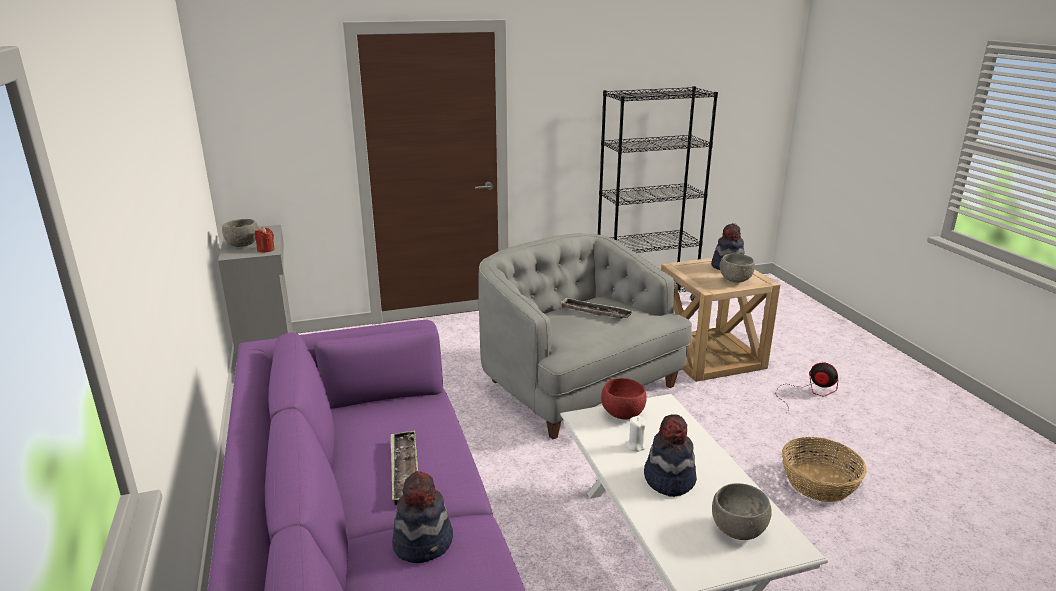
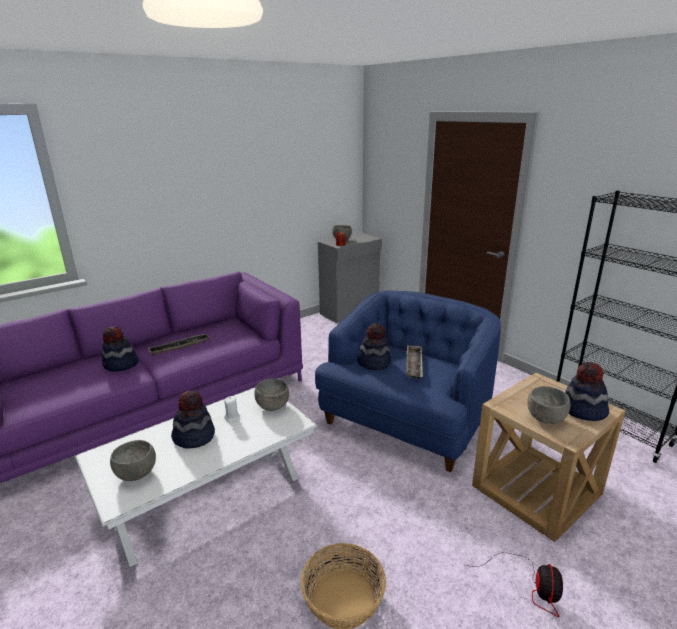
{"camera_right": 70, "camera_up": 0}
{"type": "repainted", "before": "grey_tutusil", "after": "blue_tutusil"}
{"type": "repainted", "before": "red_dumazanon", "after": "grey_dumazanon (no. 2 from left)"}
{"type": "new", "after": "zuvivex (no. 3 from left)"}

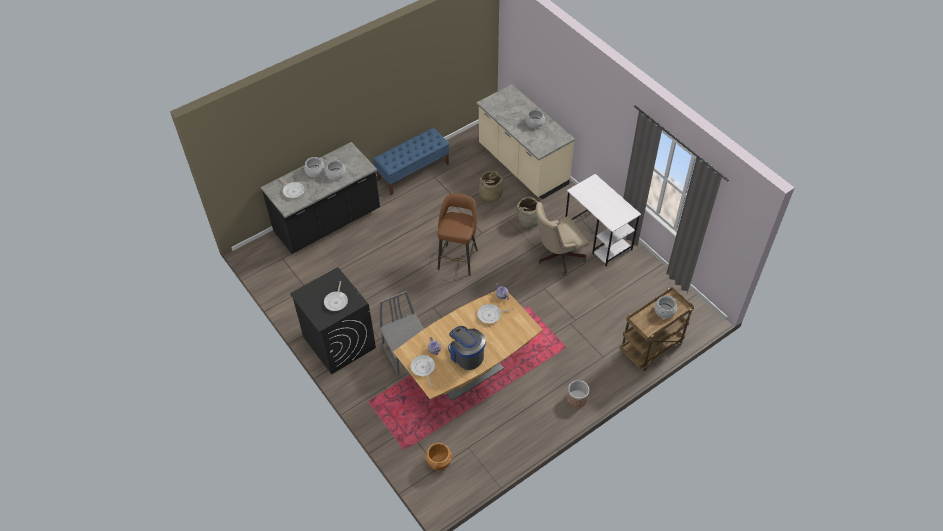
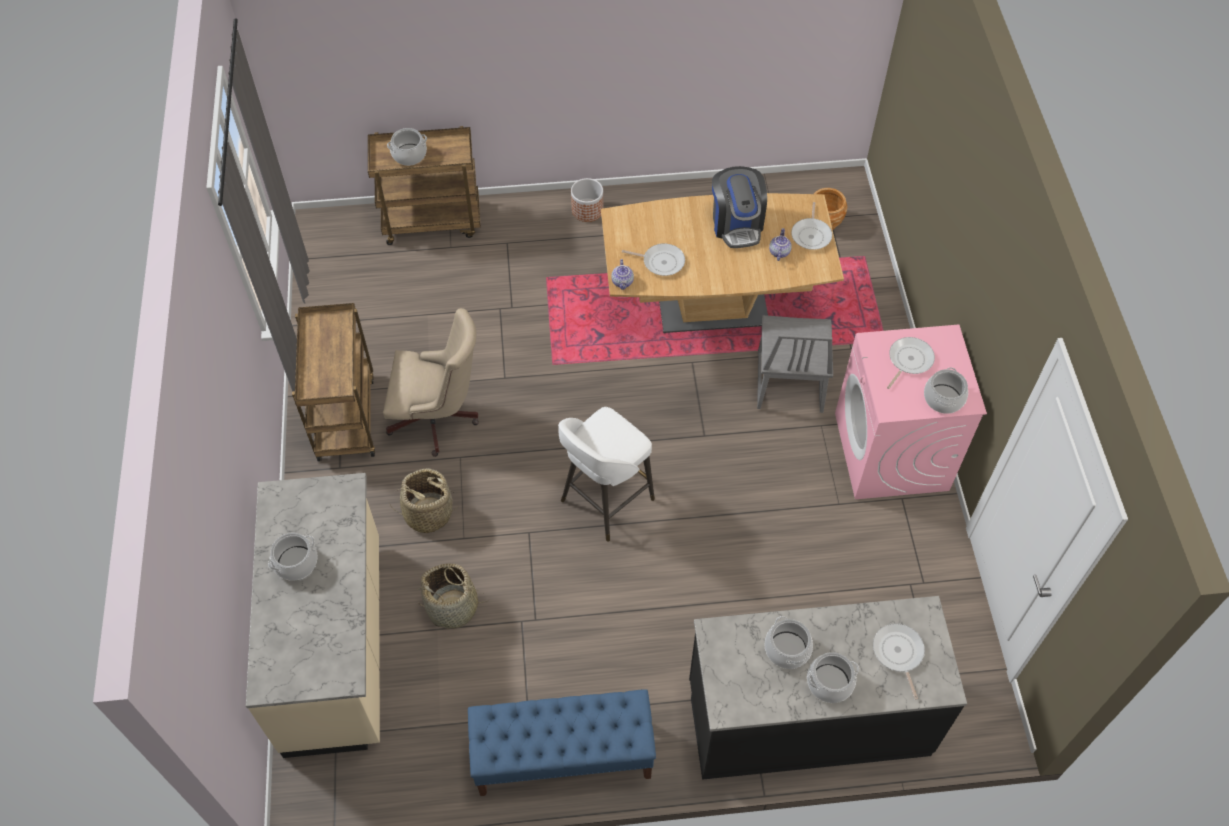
{"camera_right": -150, "camera_up": 5}
{"type": "swapped", "before": "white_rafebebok", "after": "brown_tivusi (no. 1 from left)"}
{"type": "repainted", "before": "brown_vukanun", "after": "white_vukanun"}
{"type": "repainted", "before": "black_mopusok", "after": "pink_mopusok"}
{"type": "new", "after": "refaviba (no. 5 from left)"}

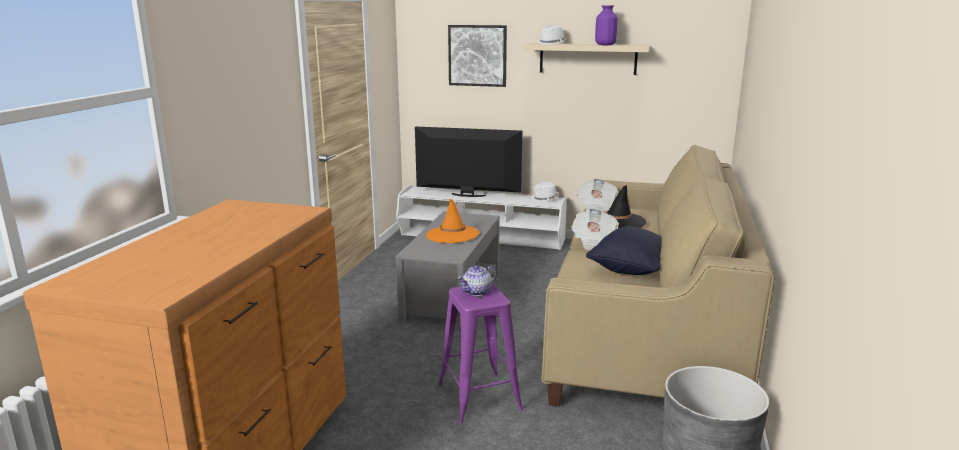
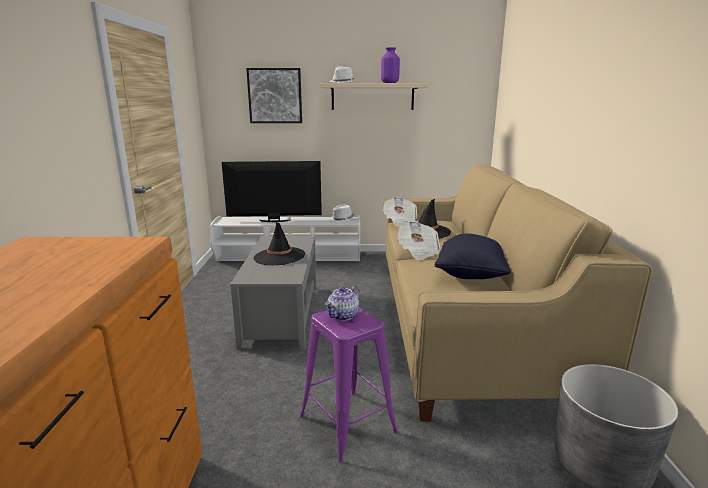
{"camera_right": -15, "camera_up": 0}
{"type": "repainted", "before": "orange_zuvivex", "after": "black_zuvivex (no. 1 from left)"}

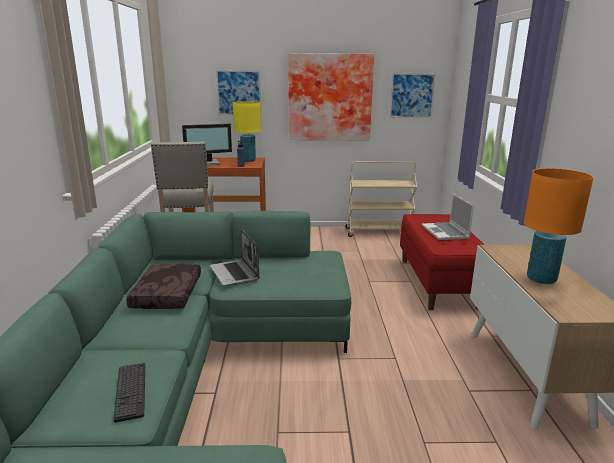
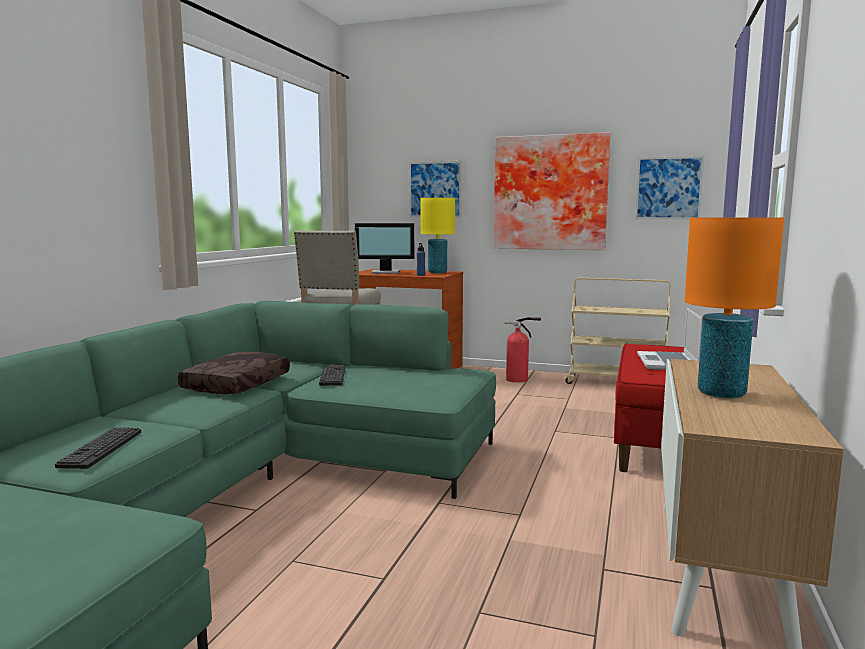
{"camera_right": 20, "camera_up": -10}
{"type": "swapped", "before": "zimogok (no. 1 from left)", "after": "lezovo (no. 2 from left)"}
{"type": "new", "after": "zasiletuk"}

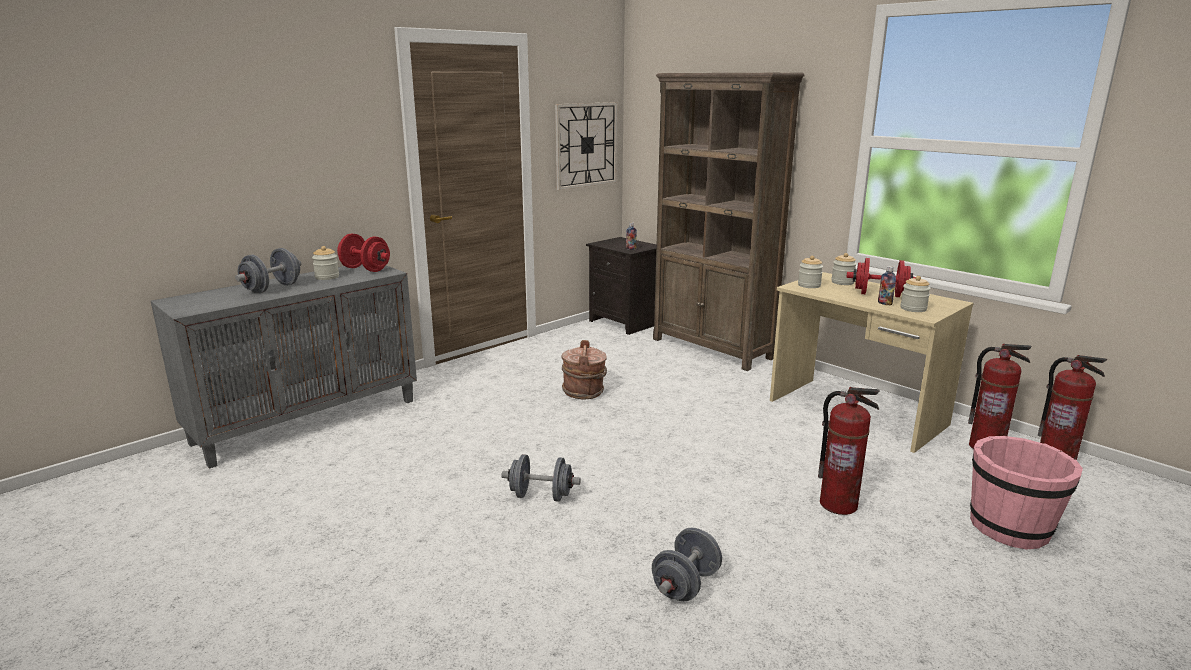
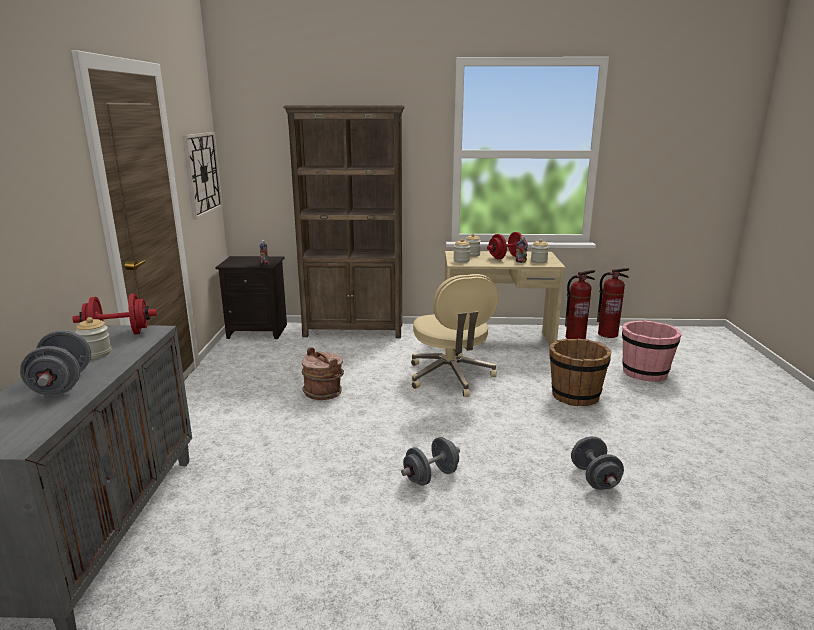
{"camera_right": -45, "camera_up": 0}
{"type": "swapped", "before": "zasiletuk (no. 1 from left)", "after": "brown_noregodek (no. 2 from left)"}
{"type": "new", "after": "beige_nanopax"}

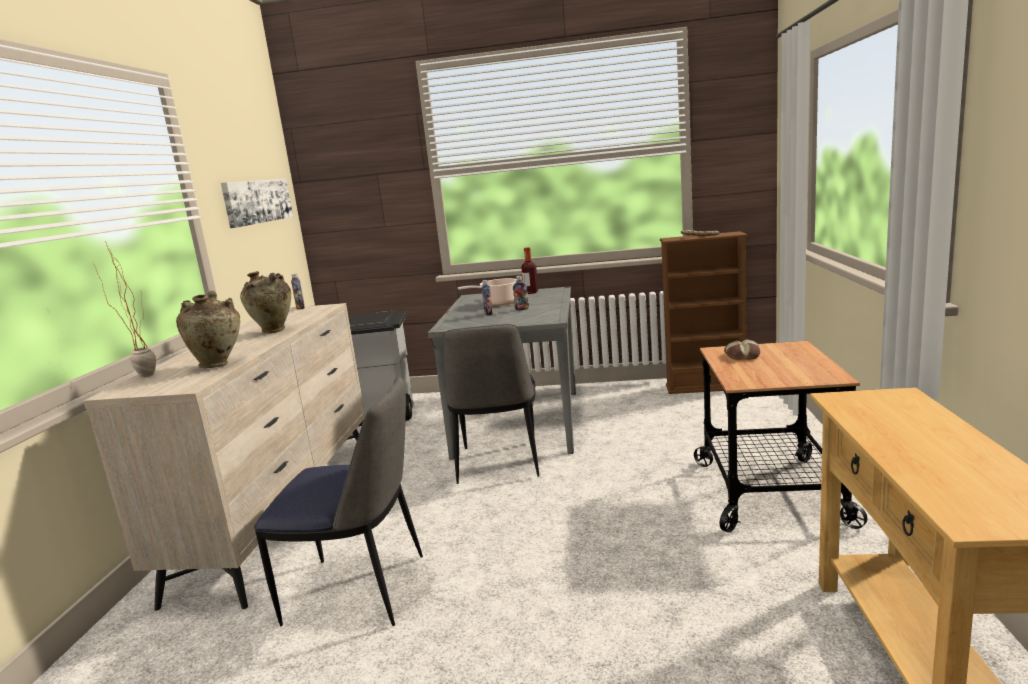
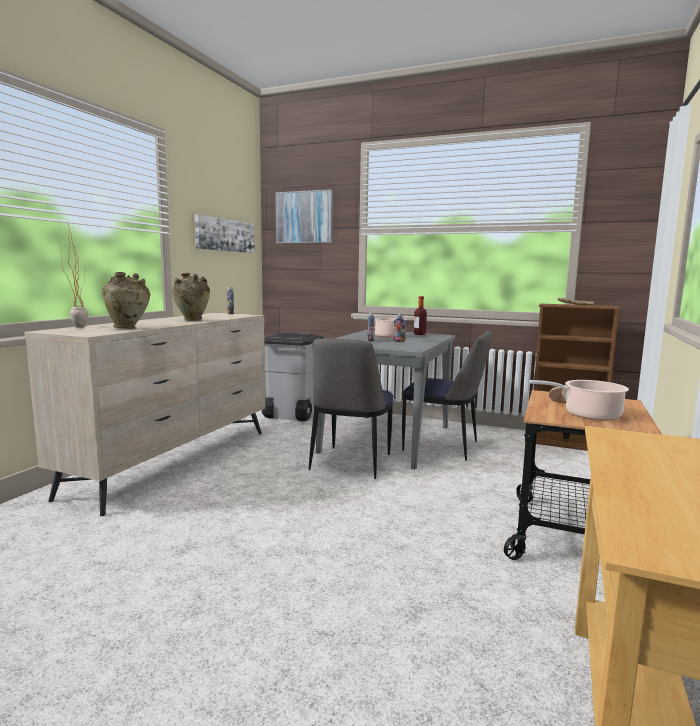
{"camera_right": 15, "camera_up": -5}
{"type": "shifted", "before": "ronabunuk (no. 1 from left in the first image)", "after": "ronabunuk (no. 2 from left)"}
{"type": "new", "after": "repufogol (no. 2 from left)"}
{"type": "new", "after": "refaviba (no. 2 from left)"}

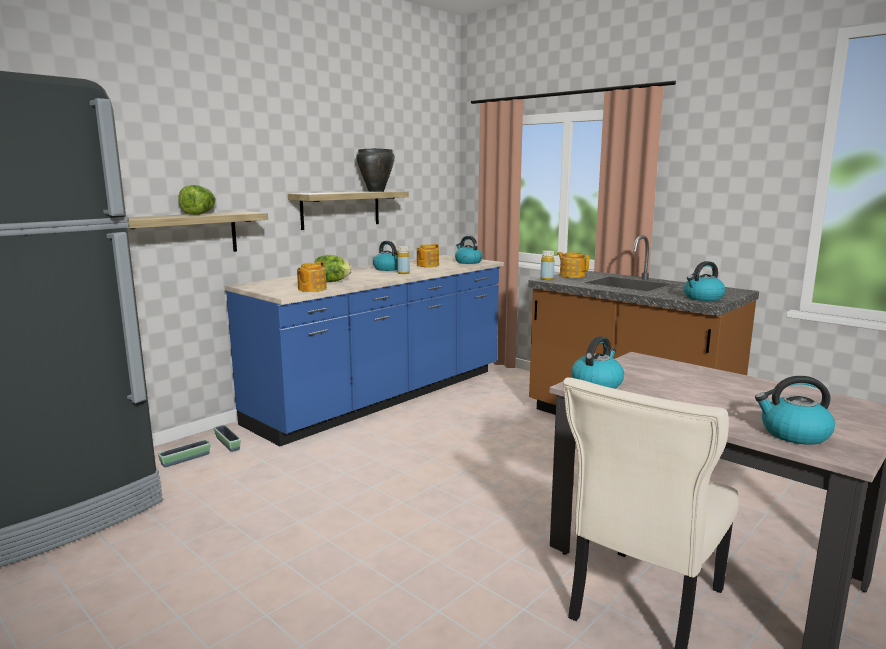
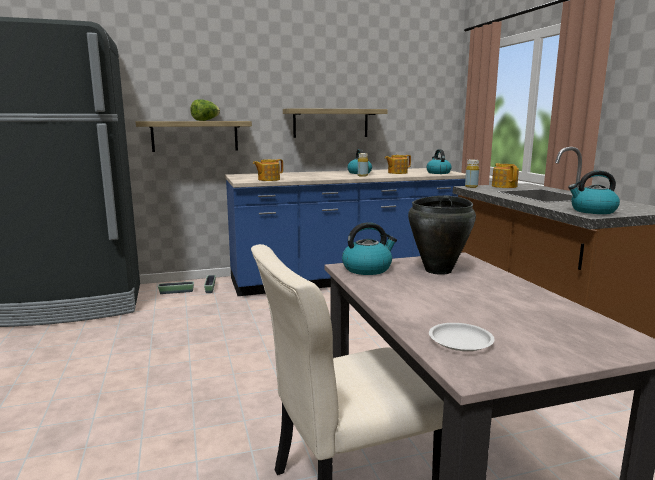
{"camera_right": 30, "camera_up": 0}
{"type": "shifted", "before": "black_refaviba"}
{"type": "gone", "before": "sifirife (no. 2 from left)"}
{"type": "swapped", "before": "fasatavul (no. 5 from left)", "after": "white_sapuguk"}

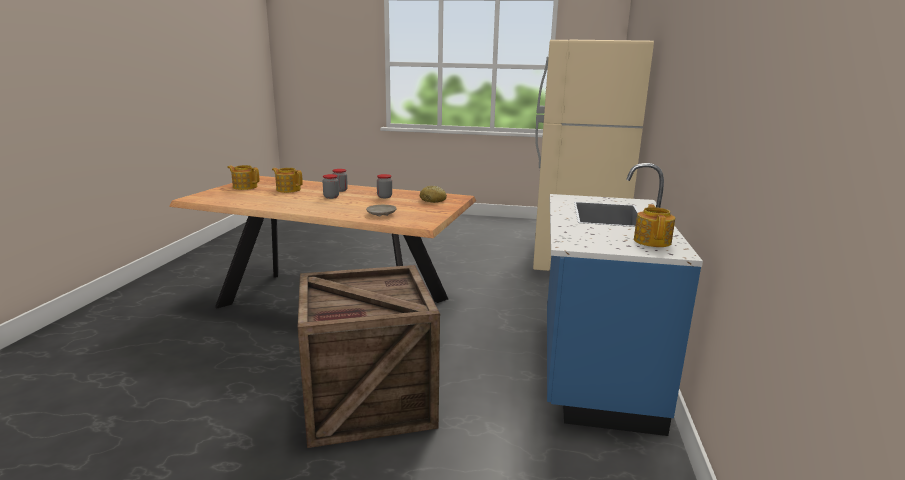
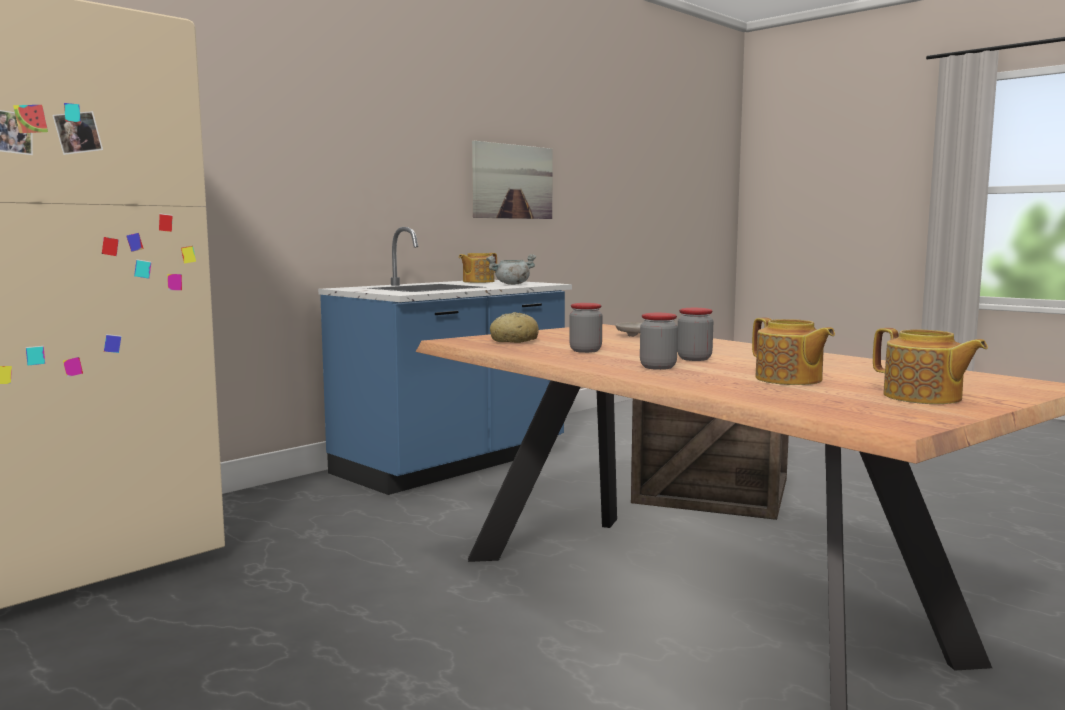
{"camera_right": -145, "camera_up": -10}
{"type": "new", "after": "repufogol"}
{"type": "new", "after": "grey_refaviba"}

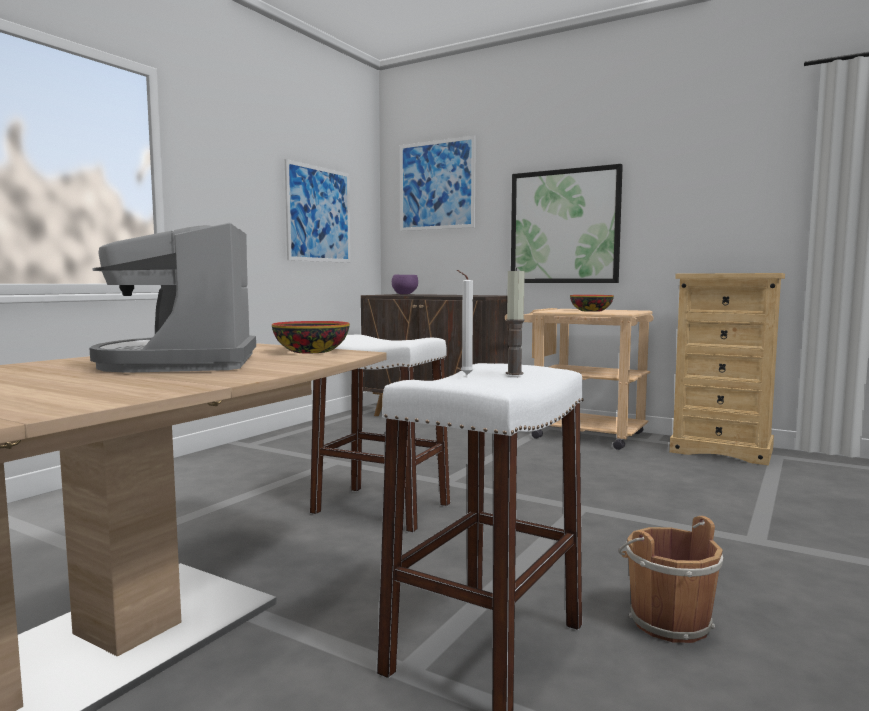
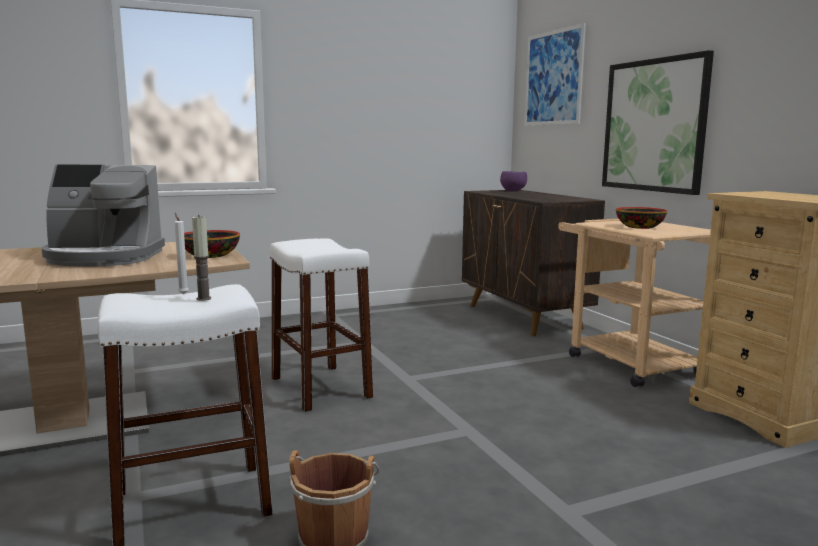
{"camera_right": 35, "camera_up": 5}
{"type": "gone", "before": "repufogol (no. 1 from left)"}
{"type": "rotated", "before": "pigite", "turn": -120}

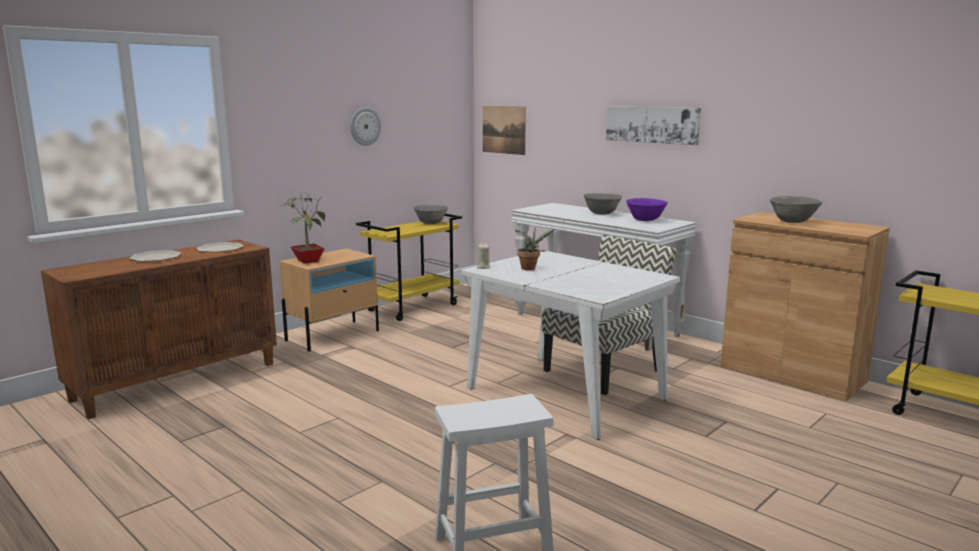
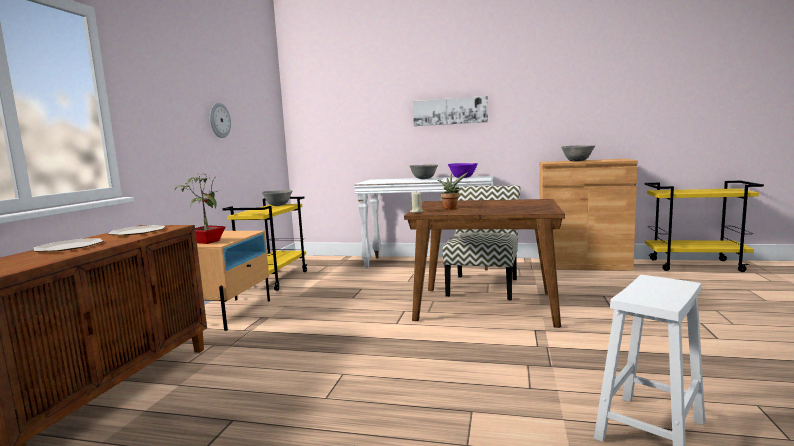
{"camera_right": -30, "camera_up": -5}
{"type": "gone", "before": "repufogol (no. 1 from left)"}
{"type": "repainted", "before": "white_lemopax", "after": "brown_lemopax"}

